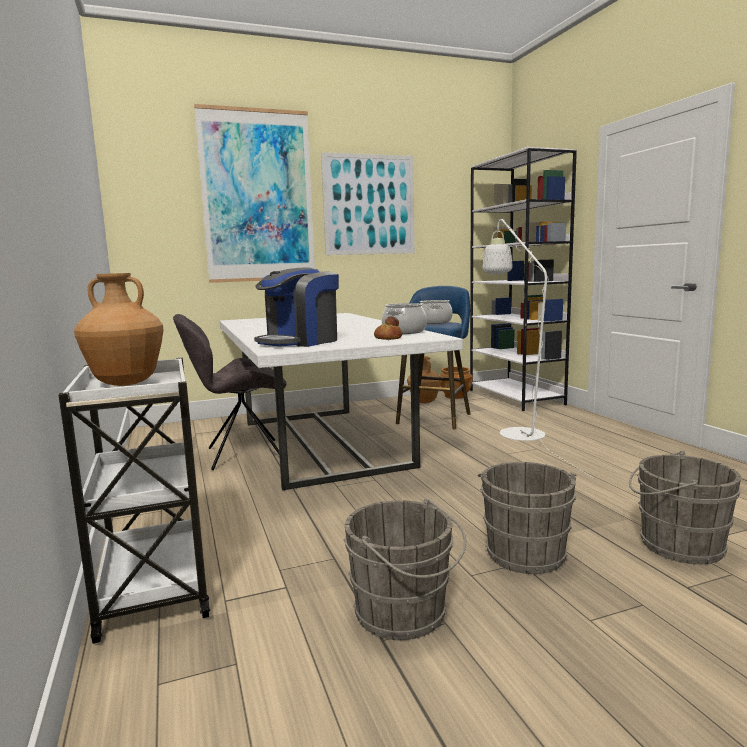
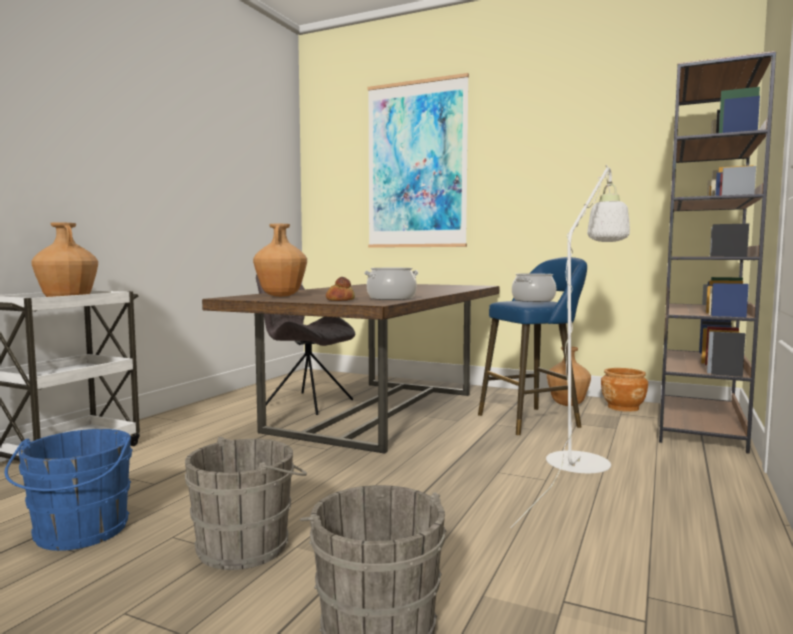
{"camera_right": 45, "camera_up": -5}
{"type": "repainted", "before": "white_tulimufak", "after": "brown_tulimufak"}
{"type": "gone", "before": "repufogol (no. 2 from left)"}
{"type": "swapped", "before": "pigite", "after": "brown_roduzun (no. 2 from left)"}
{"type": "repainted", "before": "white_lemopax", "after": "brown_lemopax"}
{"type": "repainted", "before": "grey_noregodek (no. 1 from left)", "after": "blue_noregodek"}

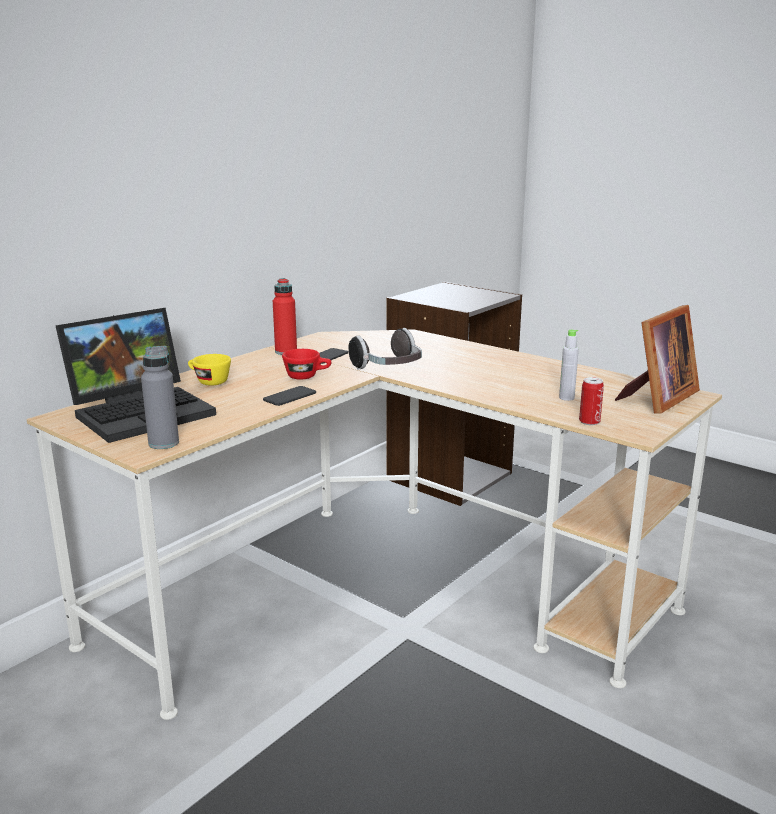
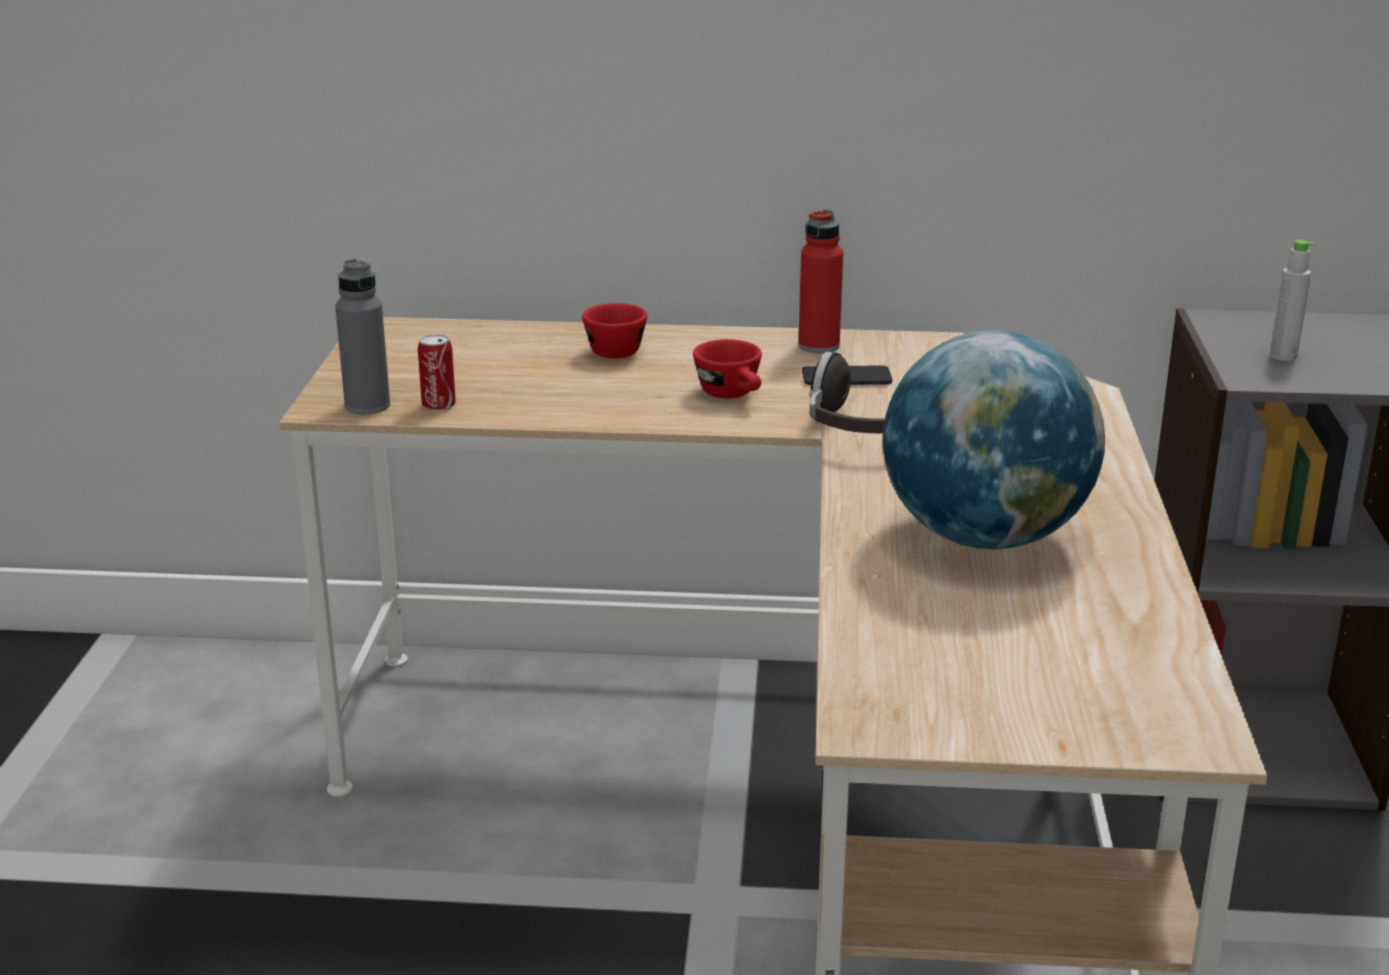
{"camera_right": 55, "camera_up": 5}
{"type": "gone", "before": "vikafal"}
{"type": "gone", "before": "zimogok"}
{"type": "shifted", "before": "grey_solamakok (no. 2 from left)"}
{"type": "repainted", "before": "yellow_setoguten", "after": "red_setoguten (no. 1 from left)"}
{"type": "shifted", "before": "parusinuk"}
{"type": "gone", "before": "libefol (no. 1 from left)"}
{"type": "new", "after": "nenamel"}

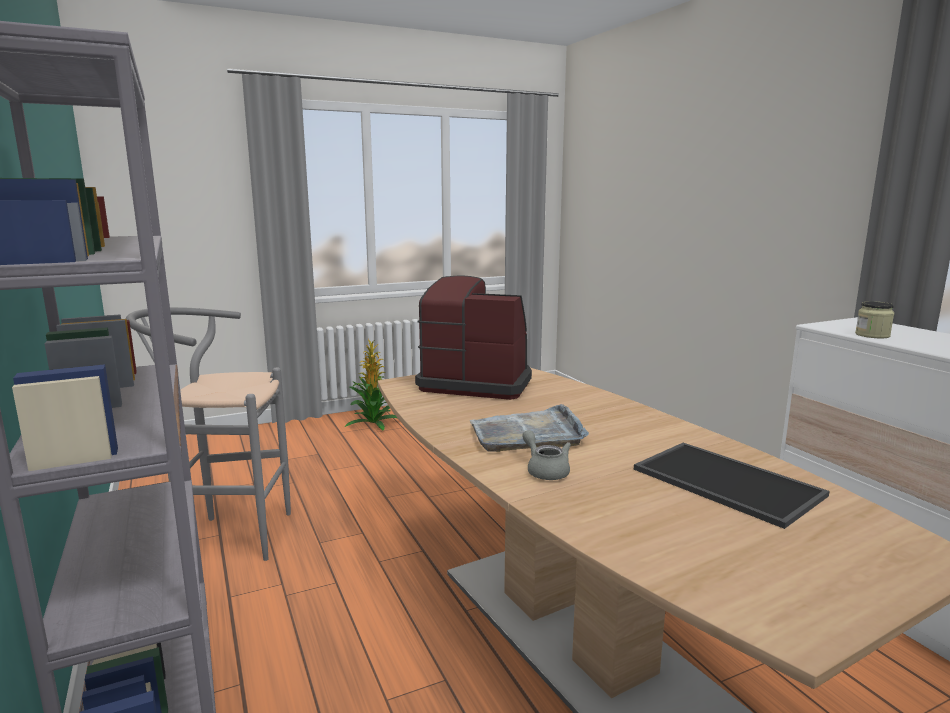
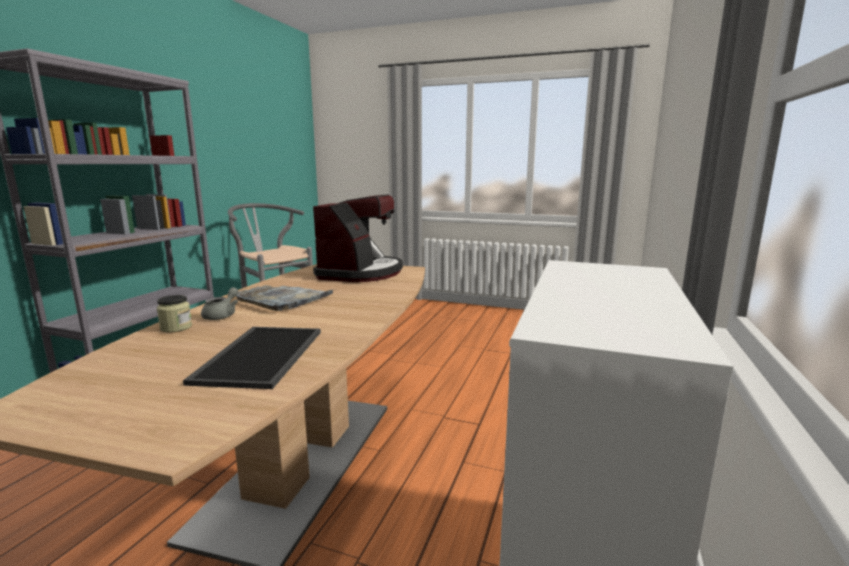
{"camera_right": 45, "camera_up": 0}
{"type": "rotated", "before": "pigite", "turn": 45}
{"type": "shifted", "before": "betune"}
{"type": "gone", "before": "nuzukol"}

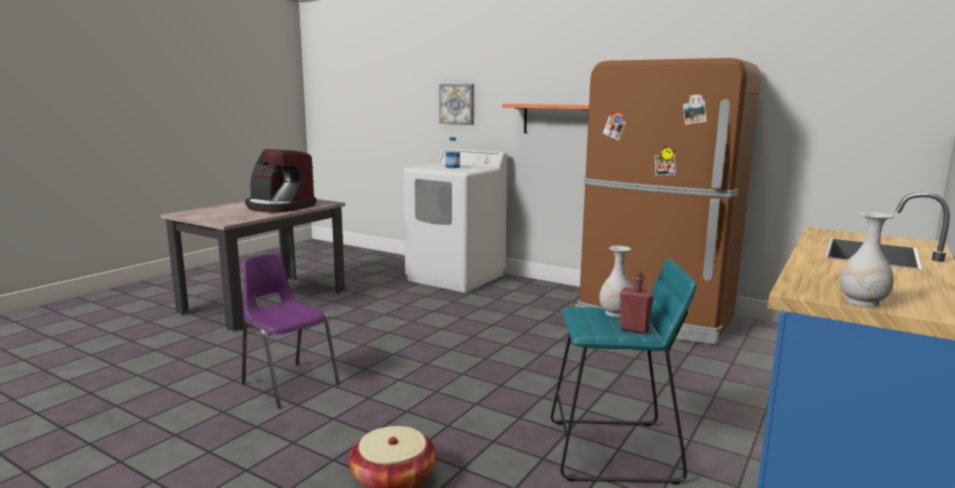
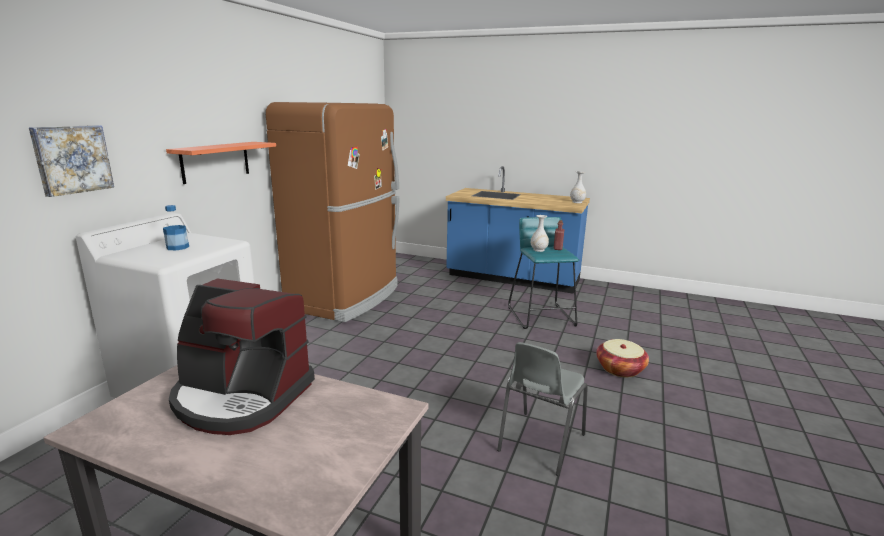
{"camera_right": -100, "camera_up": 5}
{"type": "rotated", "before": "pigite", "turn": 90}
{"type": "repainted", "before": "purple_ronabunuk", "after": "grey_ronabunuk"}

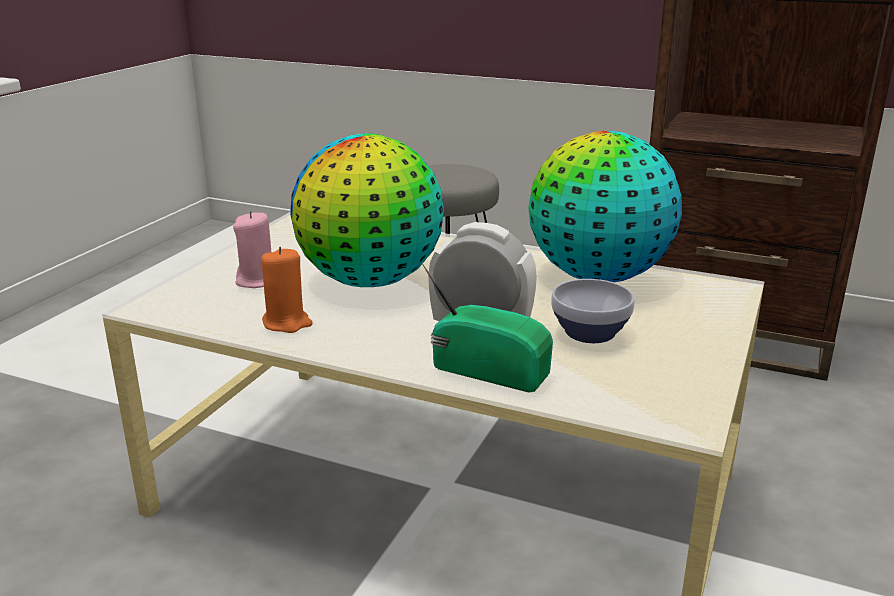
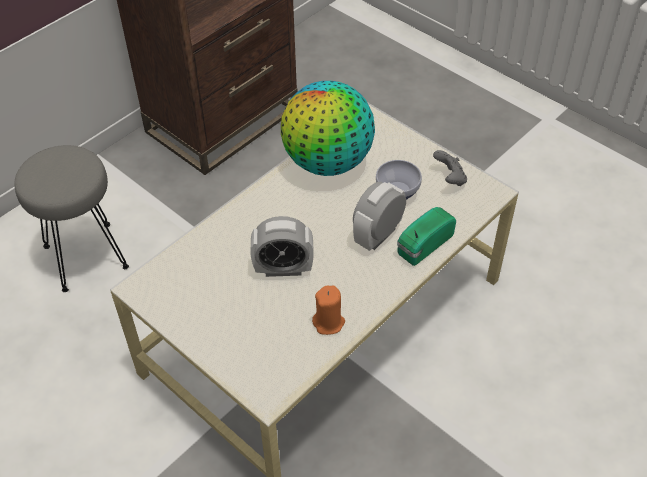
{"camera_right": -70, "camera_up": 25}
{"type": "swapped", "before": "nenamel (no. 1 from left)", "after": "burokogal (no. 1 from left)"}
{"type": "gone", "before": "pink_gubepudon"}
{"type": "new", "after": "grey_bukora"}

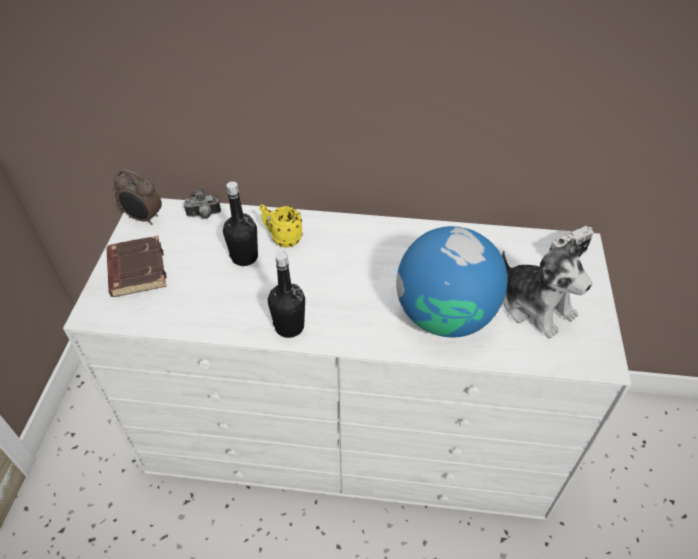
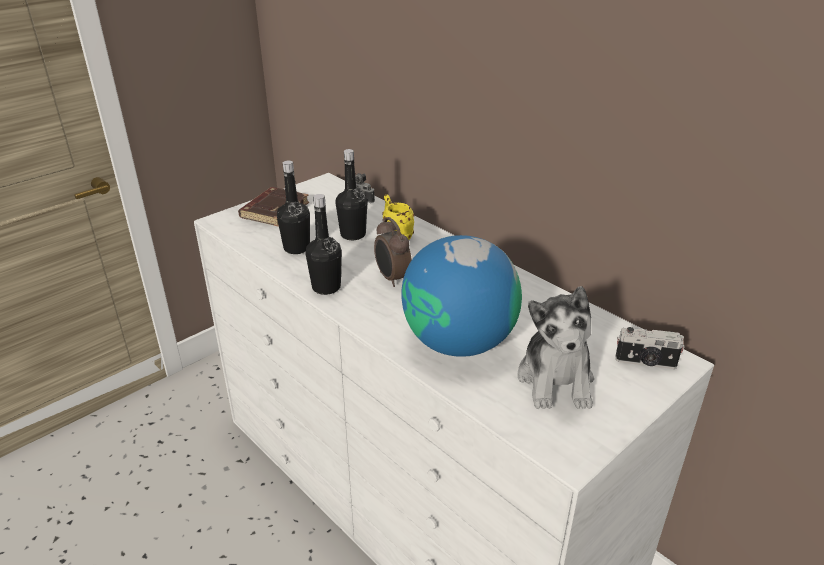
{"camera_right": 40, "camera_up": -15}
{"type": "shifted", "before": "burokogal"}
{"type": "new", "after": "black_solamakok (no. 1 from left)"}

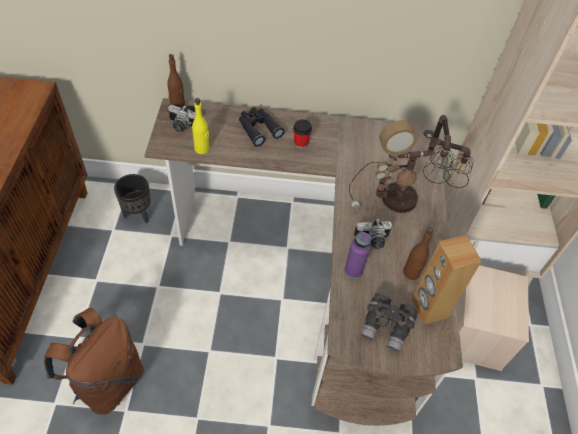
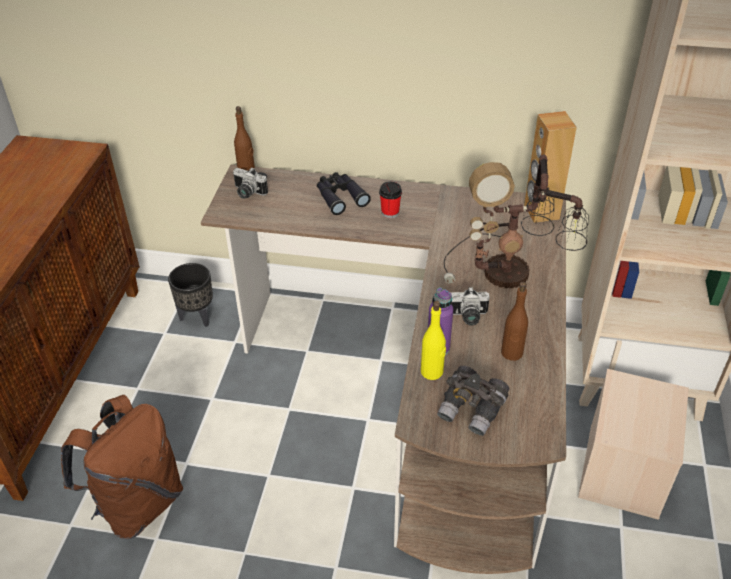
{"camera_right": 10, "camera_up": -10}
{"type": "shifted", "before": "yellow_solamakok"}
{"type": "shifted", "before": "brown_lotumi"}

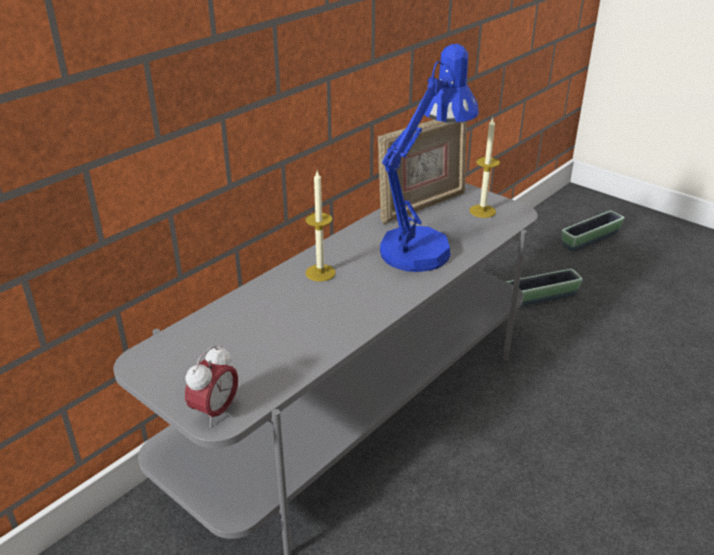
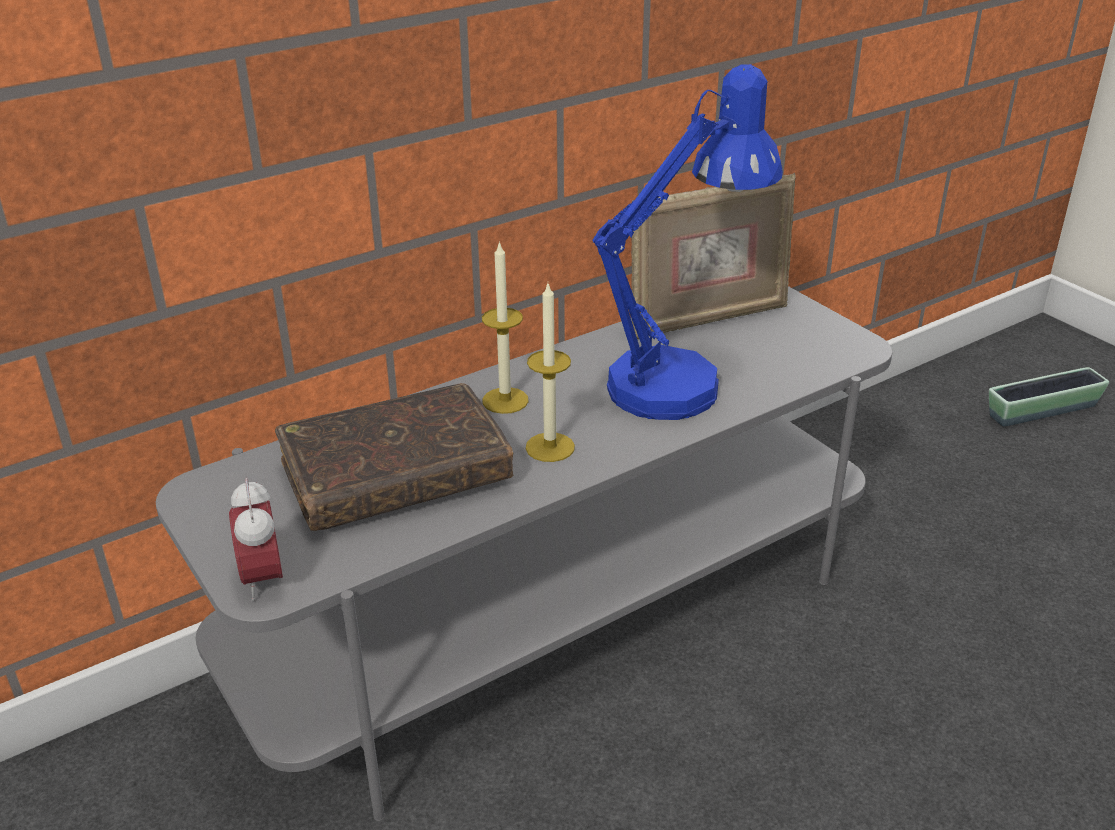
{"camera_right": 15, "camera_up": 0}
{"type": "shifted", "before": "gubepudon (no. 2 from left)"}
{"type": "gone", "before": "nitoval (no. 1 from left)"}
{"type": "rotated", "before": "burokogal", "turn": 120}
{"type": "new", "after": "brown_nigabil"}

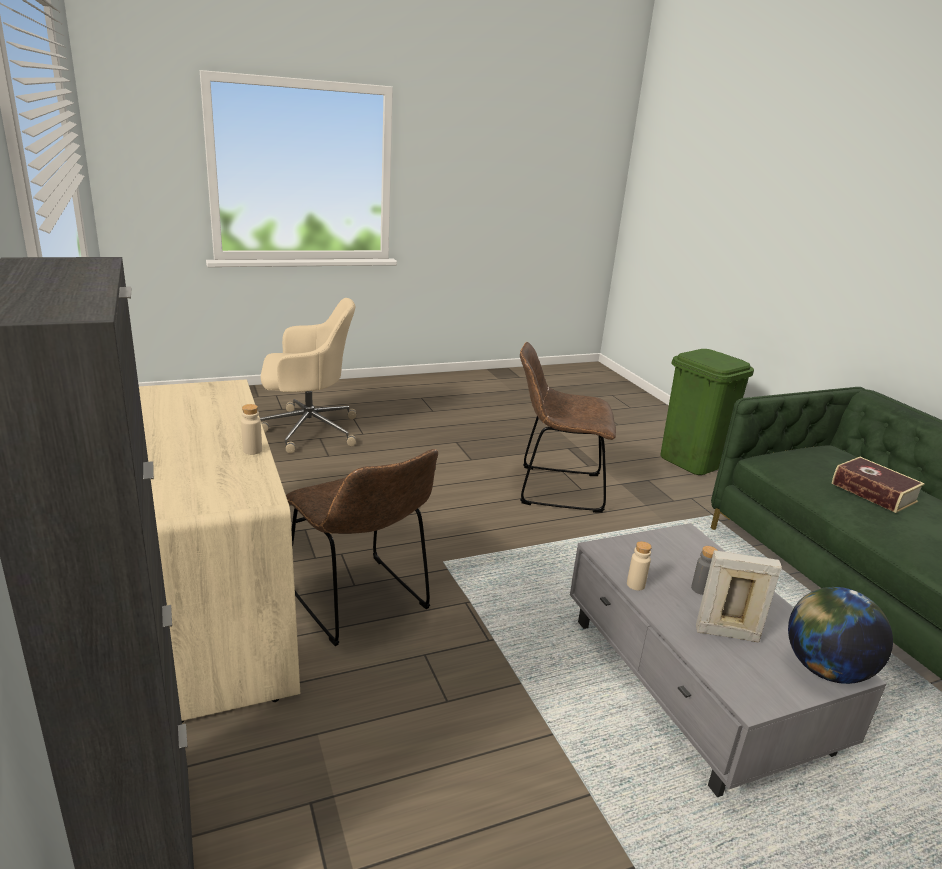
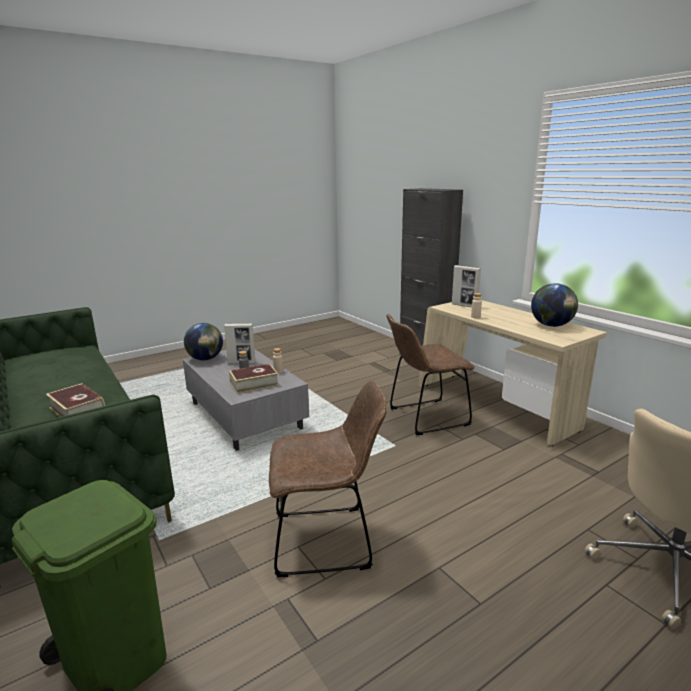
{"camera_right": 170, "camera_up": -5}
{"type": "rotated", "before": "brown_ronabunuk (no. 1 from left in the first image)", "turn": -60}
{"type": "new", "after": "vikafal (no. 2 from left)"}
{"type": "new", "after": "nenamel (no. 2 from left)"}
{"type": "new", "after": "nigabil (no. 2 from left)"}

